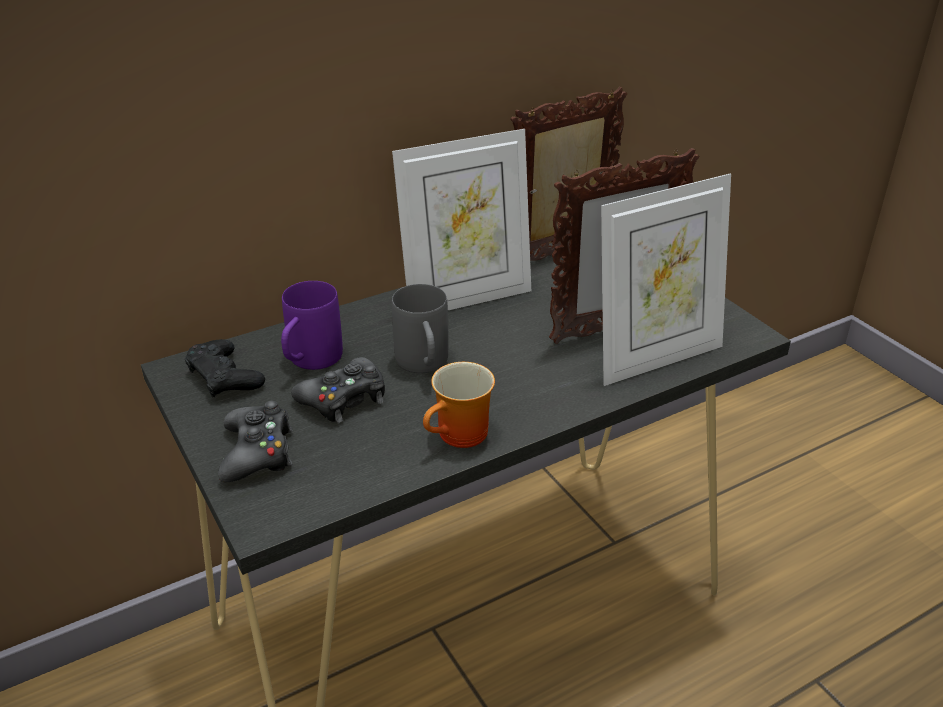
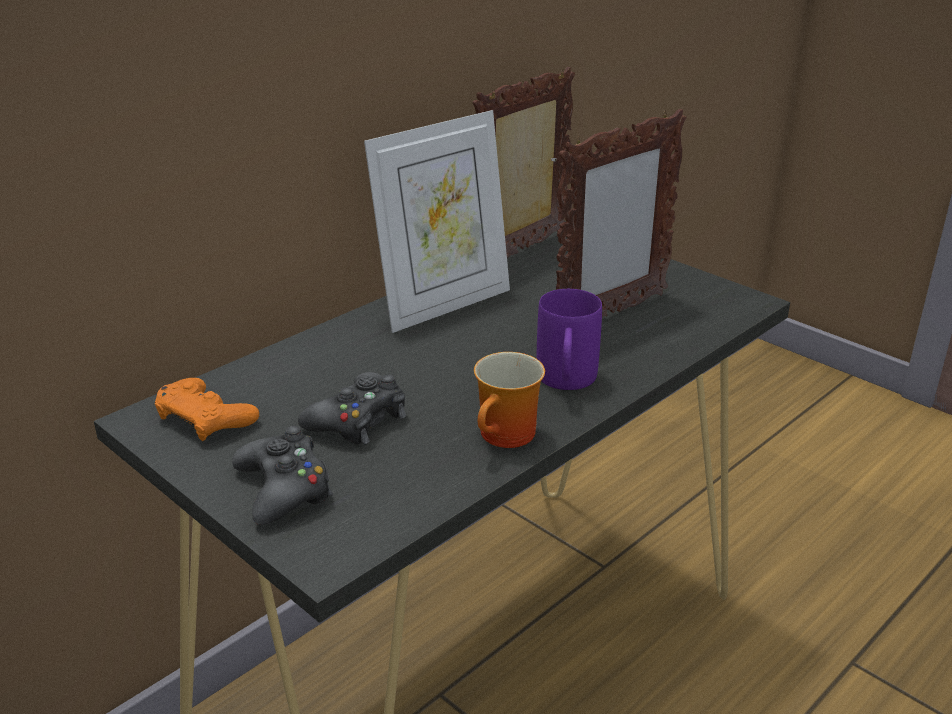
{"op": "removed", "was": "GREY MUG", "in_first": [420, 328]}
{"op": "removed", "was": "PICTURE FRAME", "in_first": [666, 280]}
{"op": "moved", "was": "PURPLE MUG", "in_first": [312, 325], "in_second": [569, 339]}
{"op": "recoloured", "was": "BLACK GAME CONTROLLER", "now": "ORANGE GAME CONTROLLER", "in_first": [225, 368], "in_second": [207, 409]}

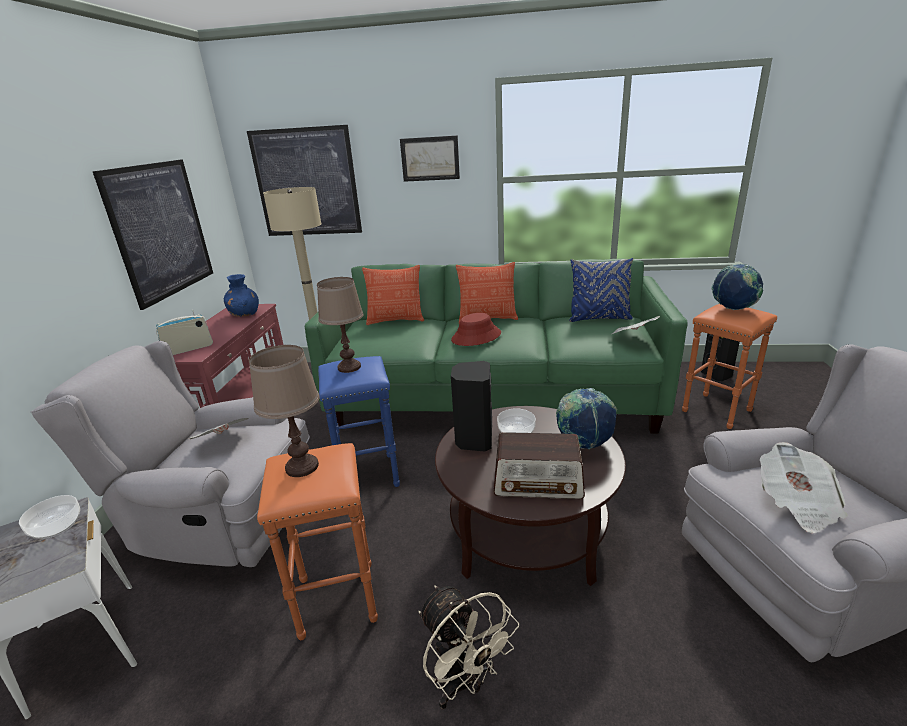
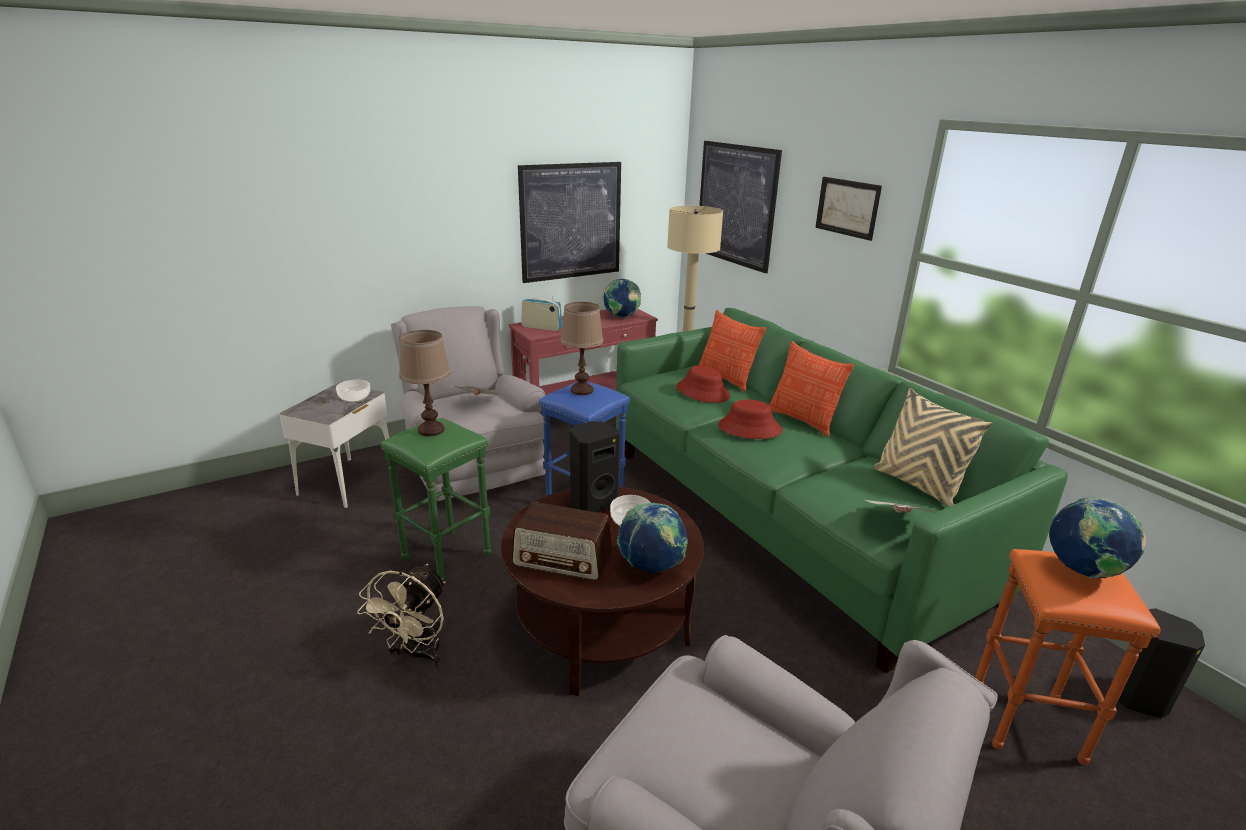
{"op": "removed", "was": "NEWSPAPER", "in_first": [804, 488]}
{"op": "added", "now": "RED HAT", "in_second": [703, 384]}
{"op": "replaced", "was": "BLUE VASE", "now": "GLOBE", "in_first": [241, 295], "in_second": [622, 298]}
{"op": "recoloured", "was": "ORANGE STOOL", "now": "GREEN STOOL", "in_first": [317, 541], "in_second": [436, 500]}
{"op": "recoloured", "was": "BLUE PILLOW", "now": "BEIGE PILLOW", "in_first": [601, 290], "in_second": [932, 447]}
{"op": "turned", "was": "RADIO", "in_first": [539, 465], "in_second": [562, 541], "clockwise": -45}

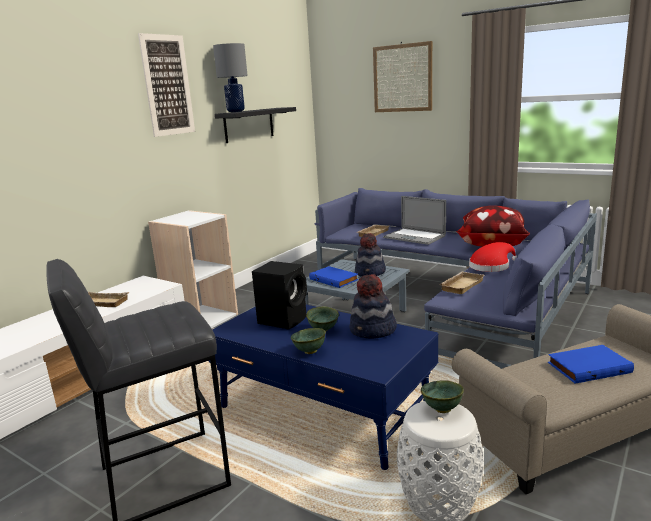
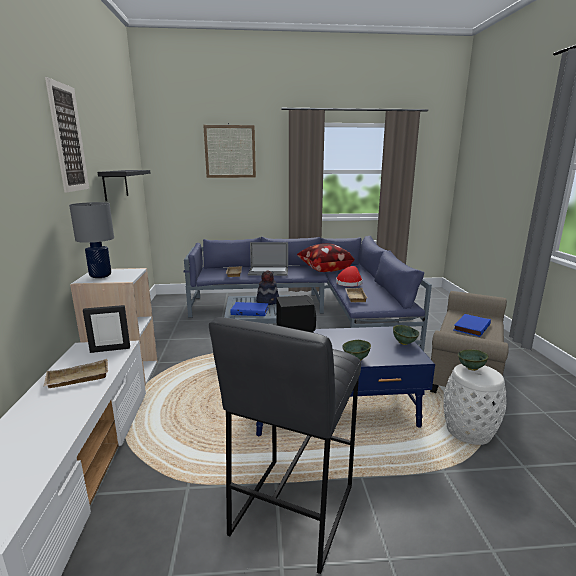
{"op": "removed", "was": "HAT", "in_first": [373, 306]}
{"op": "added", "now": "PICTURE FRAME", "in_second": [106, 329]}
{"op": "moved", "was": "GREY TABLE LAMP", "in_first": [230, 77], "in_second": [91, 240]}
{"op": "moved", "was": "GREEN BOWL", "in_first": [322, 318], "in_second": [406, 335]}

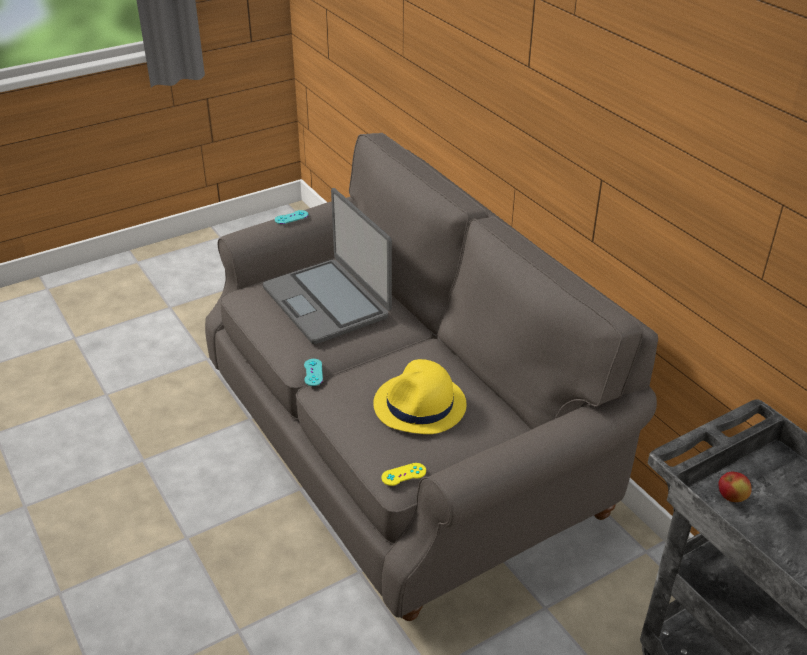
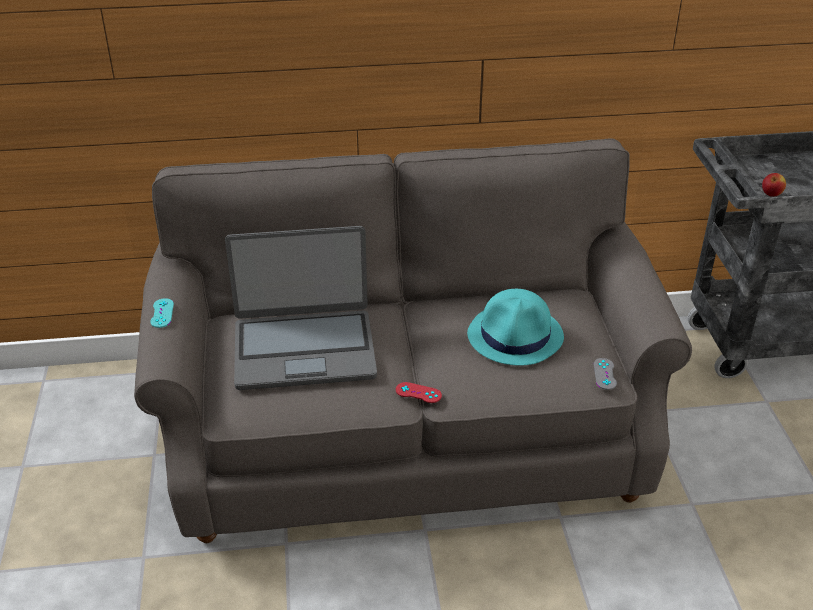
{"op": "recoloured", "was": "TURQUOISE GAME CONTROLLER", "now": "RED GAME CONTROLLER", "in_first": [313, 372], "in_second": [419, 392]}
{"op": "recoloured", "was": "YELLOW HAT", "now": "TURQUOISE HAT", "in_first": [420, 396], "in_second": [515, 327]}
{"op": "recoloured", "was": "YELLOW GAME CONTROLLER", "now": "GREY GAME CONTROLLER", "in_first": [403, 474], "in_second": [605, 374]}

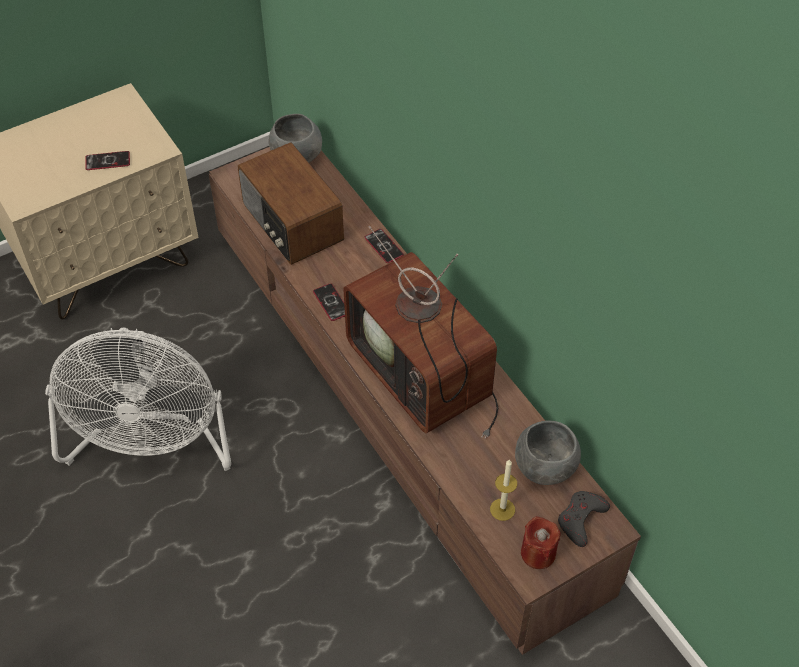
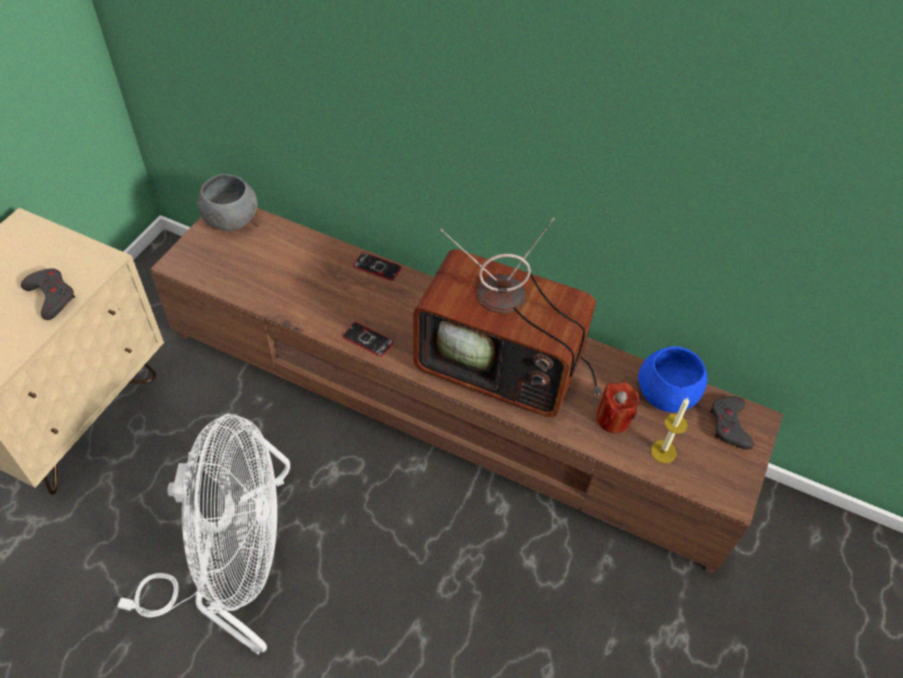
{"op": "removed", "was": "RADIO", "in_first": [291, 203]}
{"op": "moved", "was": "RED CANDLE", "in_first": [541, 542], "in_second": [617, 408]}
{"op": "replaced", "was": "PHONE", "now": "GREY GAME CONTROLLER", "in_first": [107, 160], "in_second": [48, 294]}
{"op": "recoloured", "was": "GREY BOWL", "now": "BLUE BOWL", "in_first": [548, 452], "in_second": [672, 379]}
{"op": "turned", "was": "WHITE FAN", "in_first": [138, 399], "in_second": [203, 534], "clockwise": -60}

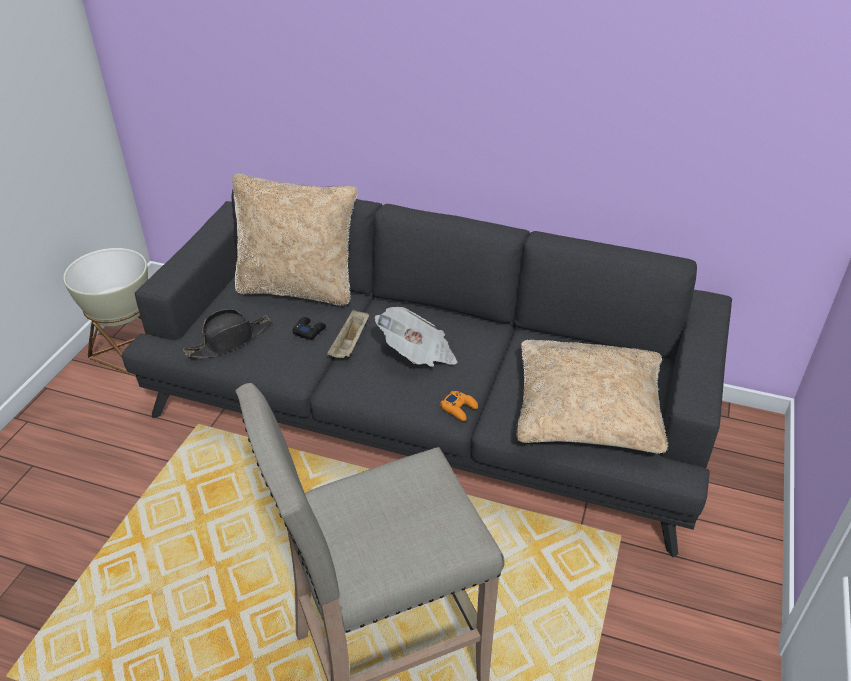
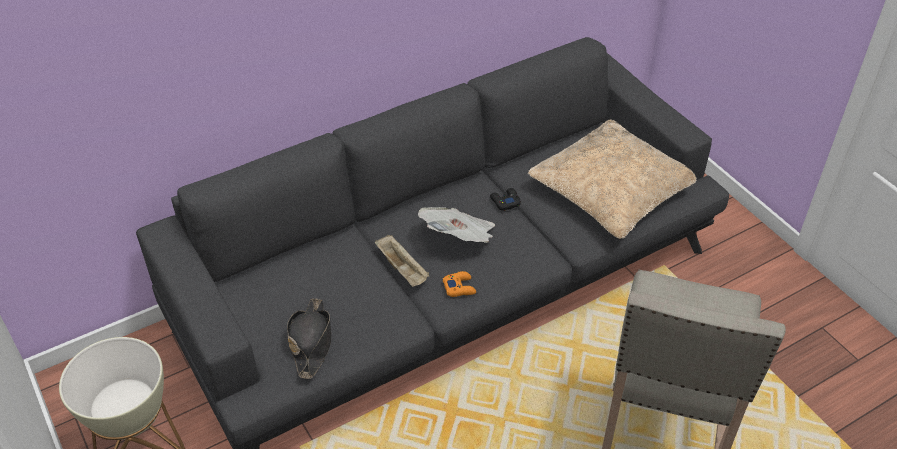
{"op": "removed", "was": "BEIGE PILLOW", "in_first": [295, 239]}
{"op": "moved", "was": "BLACK GAME CONTROLLER", "in_first": [309, 328], "in_second": [505, 199]}
{"op": "moved", "was": "ORANGE GAME CONTROLLER", "in_first": [459, 406], "in_second": [459, 284]}

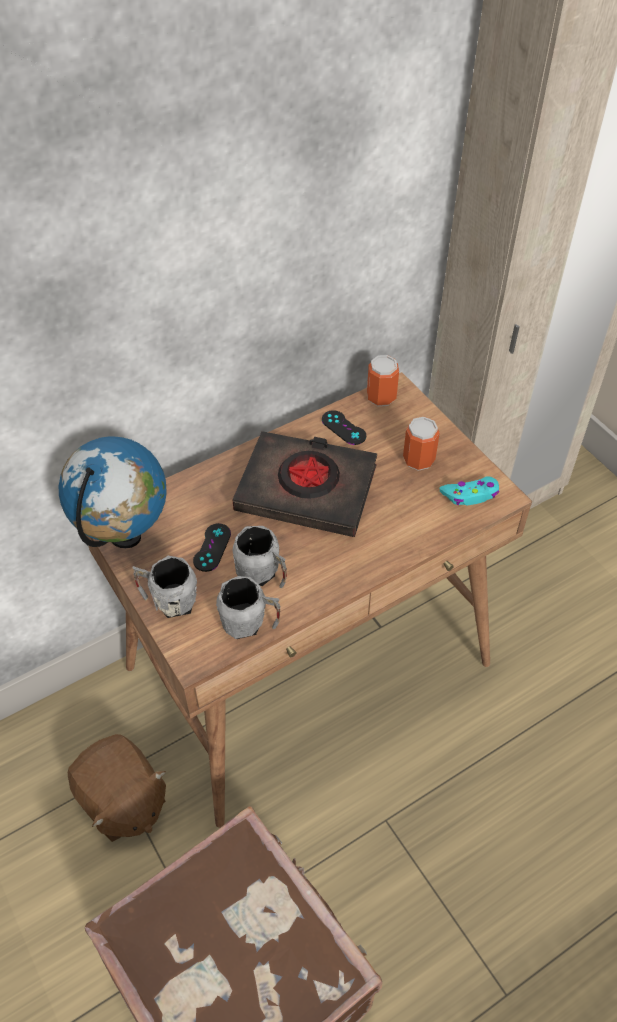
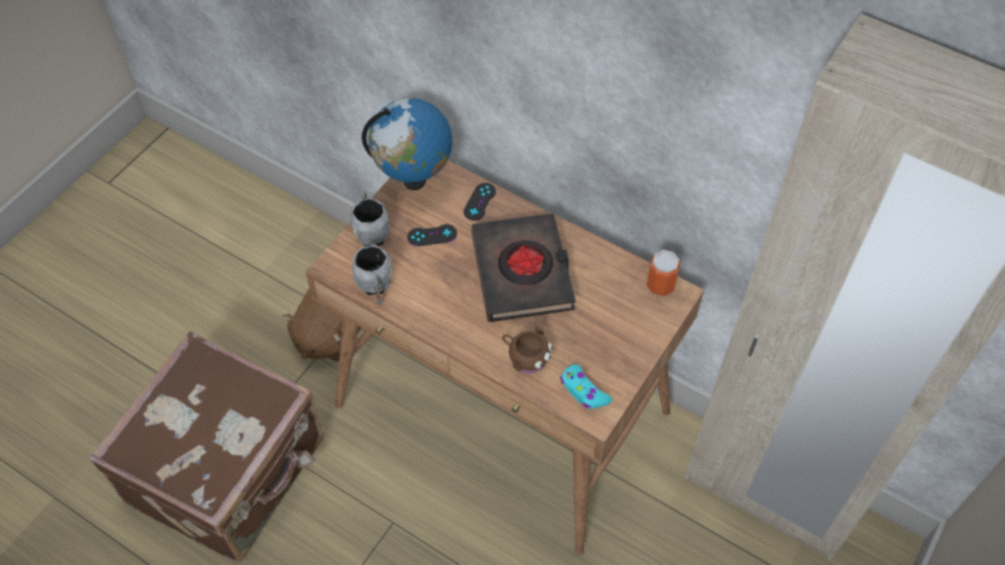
{"op": "removed", "was": "GREY MUG", "in_first": [260, 557]}
{"op": "removed", "was": "CAN", "in_first": [421, 444]}
{"op": "added", "now": "BROWN MUG", "in_second": [527, 350]}
{"op": "moved", "was": "BLACK GAME CONTROLLER", "in_first": [344, 427], "in_second": [480, 202]}

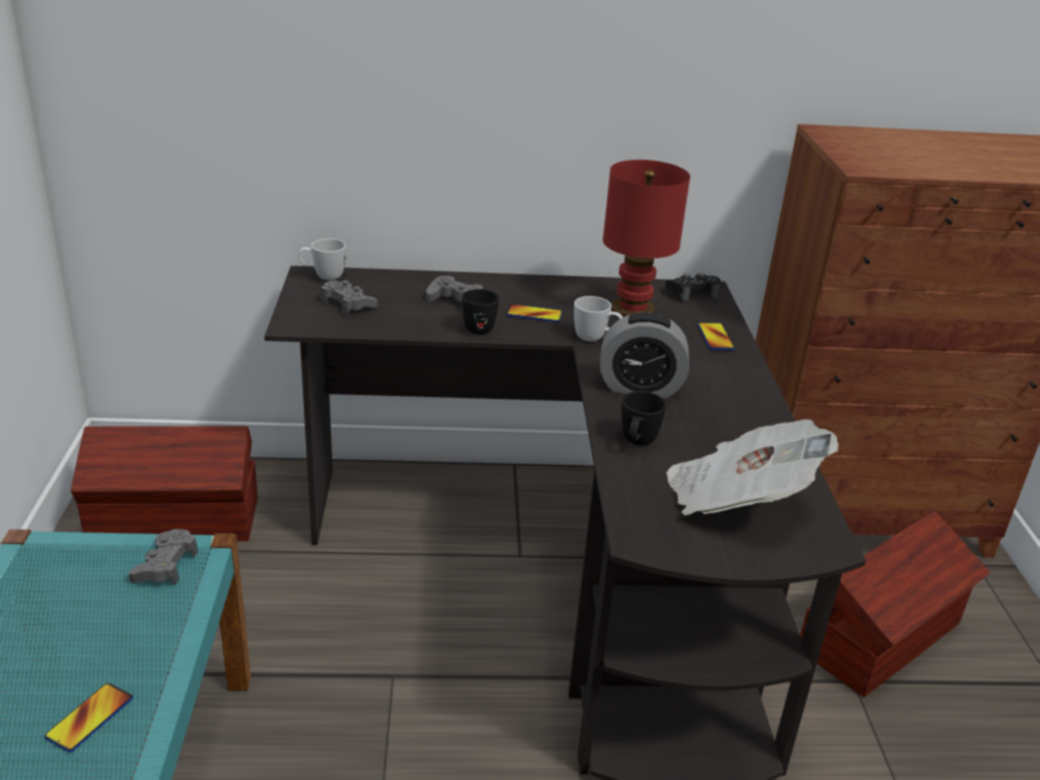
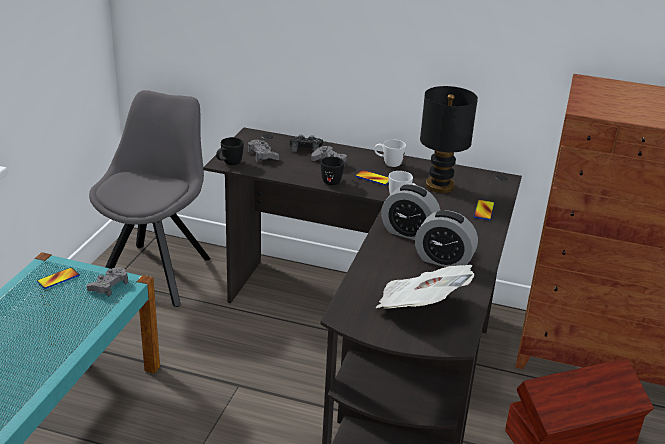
{"op": "added", "now": "ALARM CLOCK", "in_second": [446, 238]}
{"op": "moved", "was": "PHONE", "in_first": [88, 717], "in_second": [58, 278]}
{"op": "moved", "was": "WHITE MUG", "in_first": [322, 259], "in_second": [390, 153]}
{"op": "moved", "was": "BLACK MUG", "in_first": [644, 418], "in_second": [230, 151]}
{"op": "moved", "was": "BLACK GAME CONTROLLER", "in_first": [693, 286], "in_second": [306, 143]}
{"op": "replaced", "was": "BROWN STORAGE BOX", "now": "GREY CHAIR", "in_first": [164, 483], "in_second": [150, 198]}
{"op": "recoloured", "was": "RED TABLE LAMP", "now": "BLACK TABLE LAMP", "in_first": [646, 239], "in_second": [449, 139]}

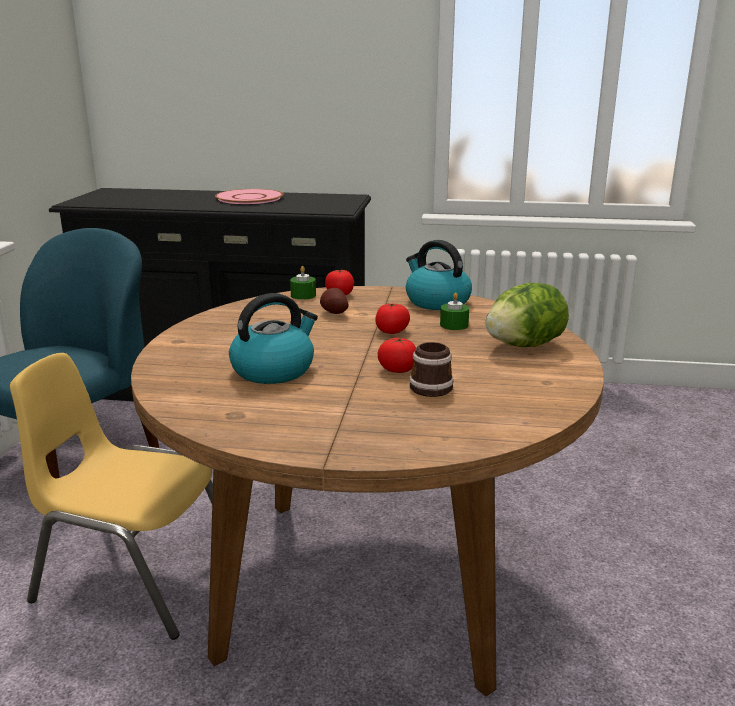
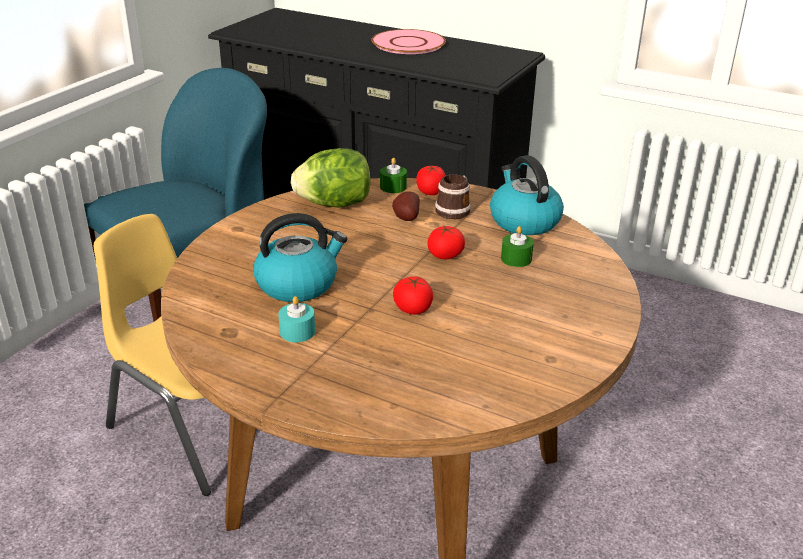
{"op": "added", "now": "TURQUOISE CANDLE", "in_second": [296, 319]}
{"op": "moved", "was": "MUG", "in_first": [431, 369], "in_second": [453, 196]}
{"op": "moved", "was": "LETTUCE", "in_first": [527, 315], "in_second": [331, 177]}

